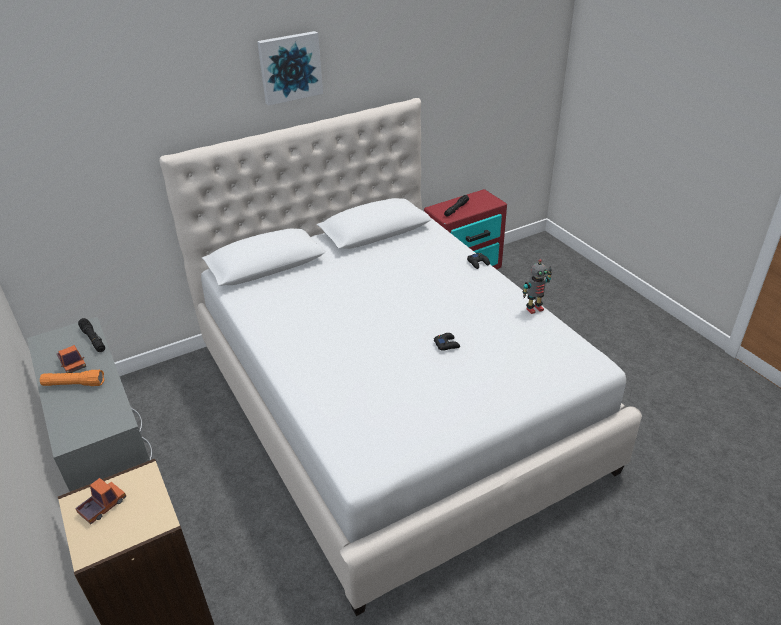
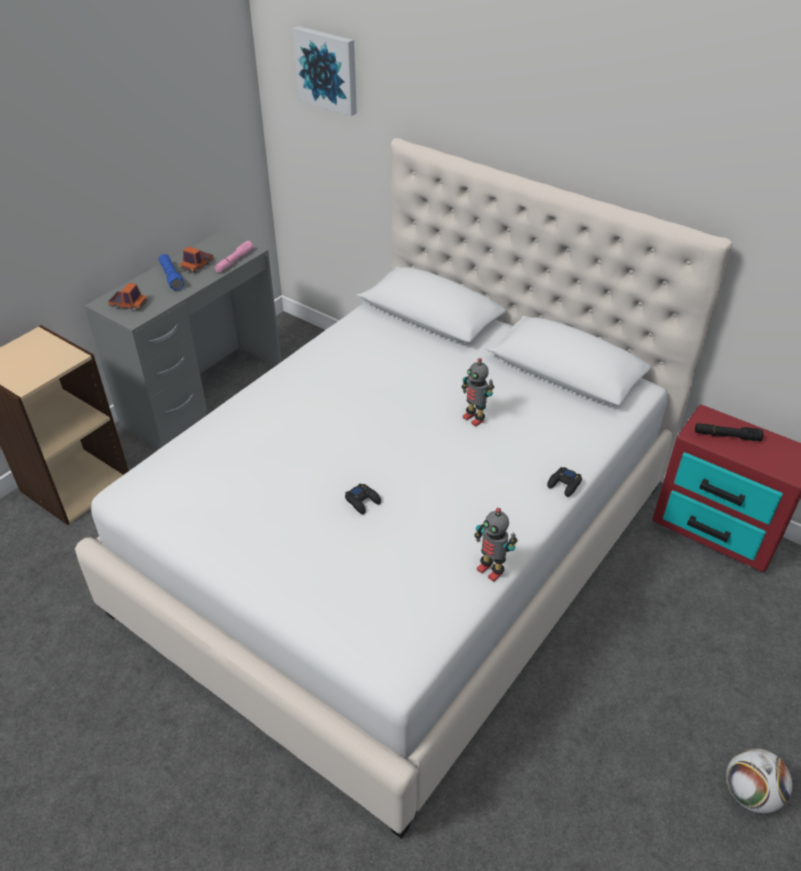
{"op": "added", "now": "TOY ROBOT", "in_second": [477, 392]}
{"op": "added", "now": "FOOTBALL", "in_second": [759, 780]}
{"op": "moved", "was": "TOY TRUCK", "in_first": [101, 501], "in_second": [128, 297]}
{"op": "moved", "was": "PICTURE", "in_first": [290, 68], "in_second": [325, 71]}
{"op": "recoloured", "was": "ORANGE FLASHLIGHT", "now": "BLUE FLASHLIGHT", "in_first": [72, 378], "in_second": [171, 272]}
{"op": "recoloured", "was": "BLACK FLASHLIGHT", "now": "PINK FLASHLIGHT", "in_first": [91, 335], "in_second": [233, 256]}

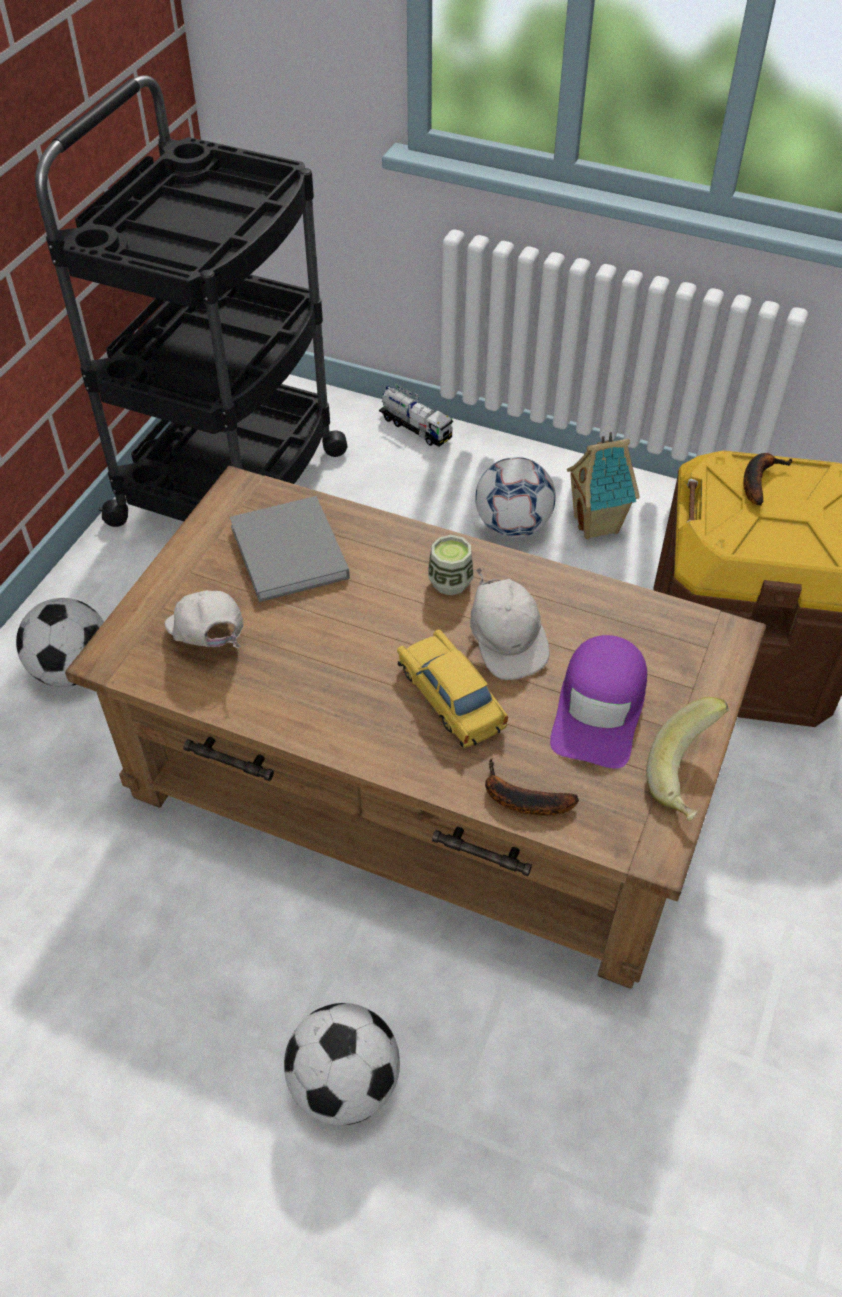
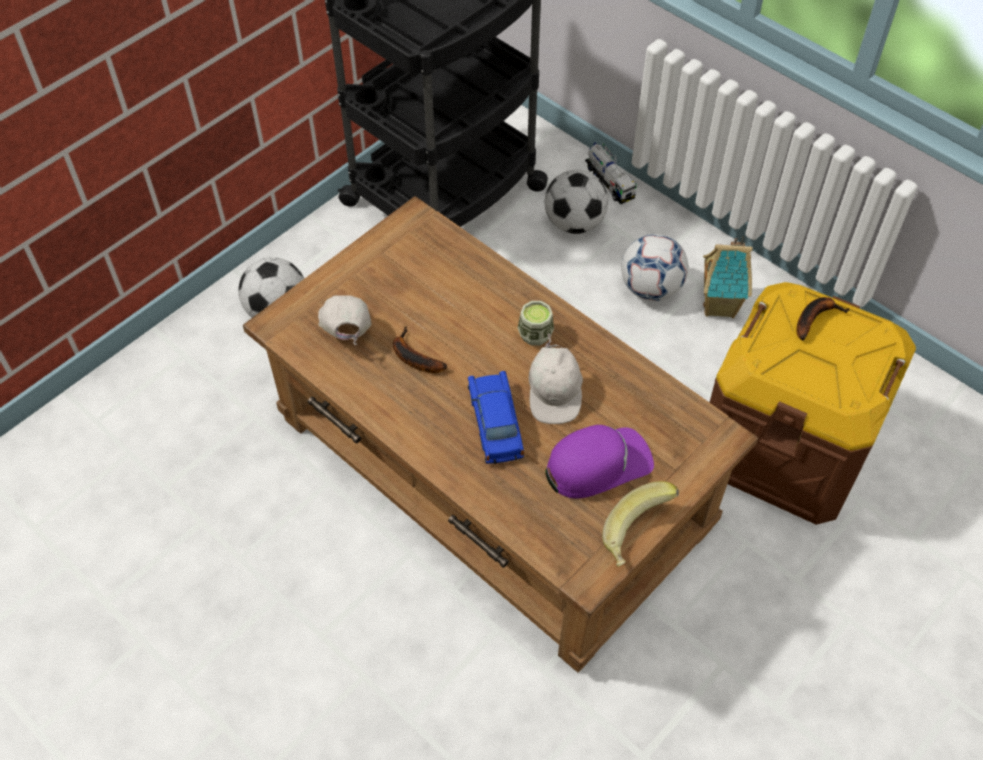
{"op": "removed", "was": "GREY BOOK", "in_first": [289, 549]}
{"op": "moved", "was": "FOOTBALL", "in_first": [342, 1064], "in_second": [576, 201]}
{"op": "moved", "was": "BANANA", "in_first": [532, 786], "in_second": [420, 349]}
{"op": "recoloured", "was": "YELLOW TOY CAR", "now": "BLUE TOY CAR", "in_first": [452, 688], "in_second": [495, 417]}
{"op": "turned", "was": "PURPLE CAP", "in_first": [598, 702], "in_second": [599, 462], "clockwise": -150}

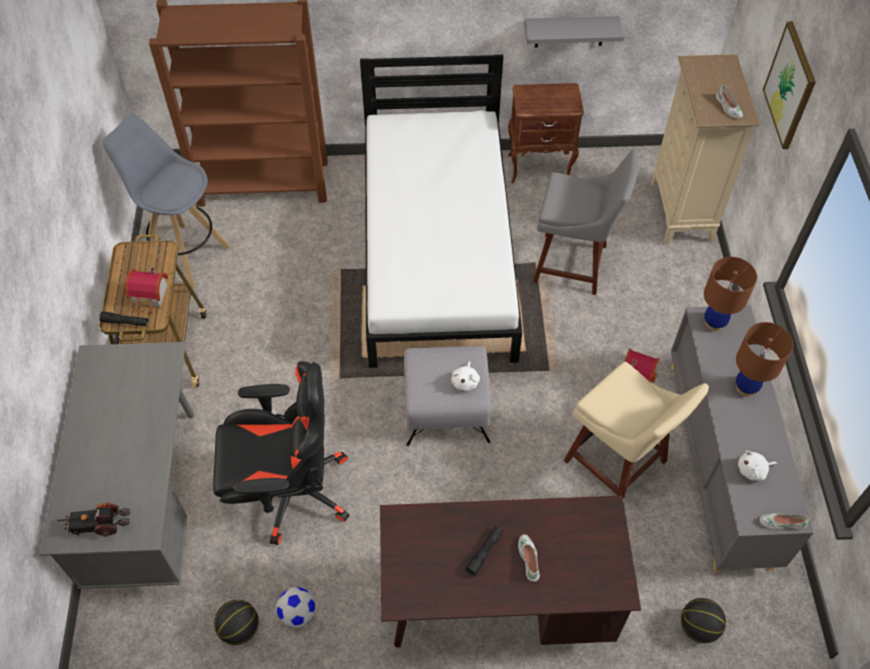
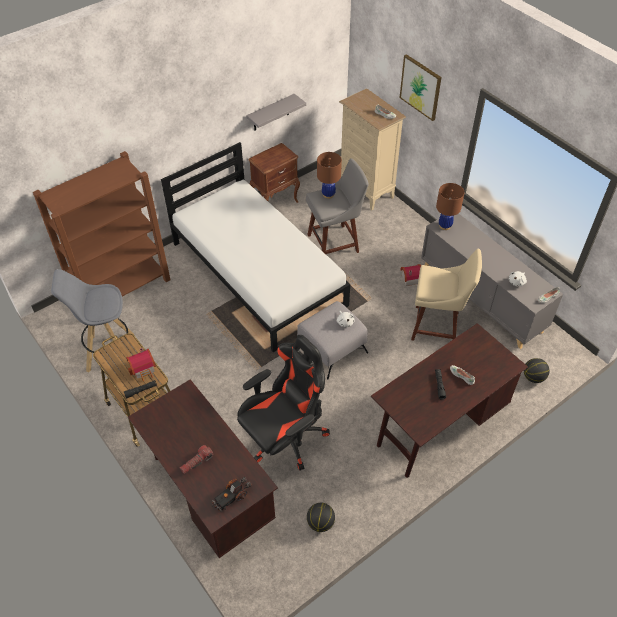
{"op": "removed", "was": "FOOTBALL", "in_first": [296, 607]}
{"op": "added", "now": "FLASHLIGHT", "in_second": [196, 459]}
{"op": "moved", "was": "BROWN TABLE LAMP", "in_first": [764, 359], "in_second": [329, 175]}
{"op": "recoloured", "was": "GREY DESK", "now": "BROWN DESK", "in_first": [116, 465], "in_second": [203, 468]}

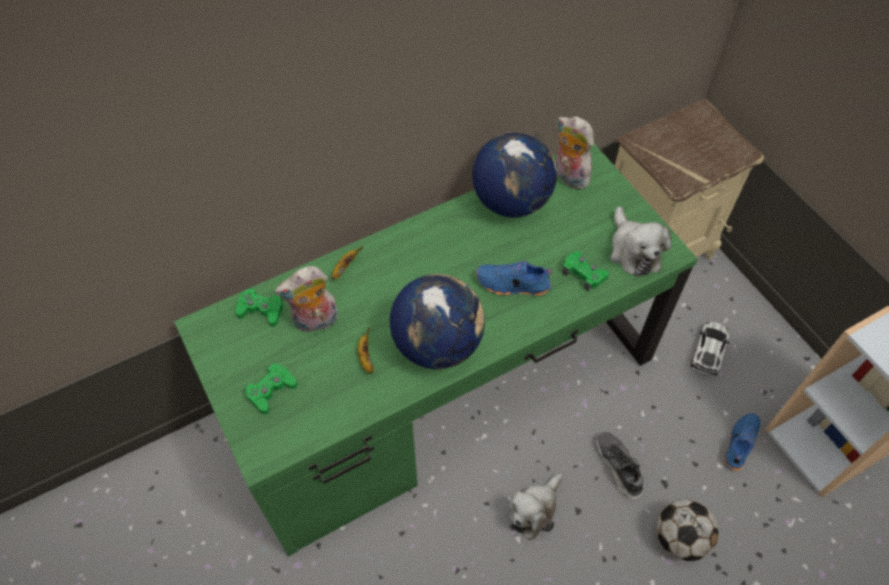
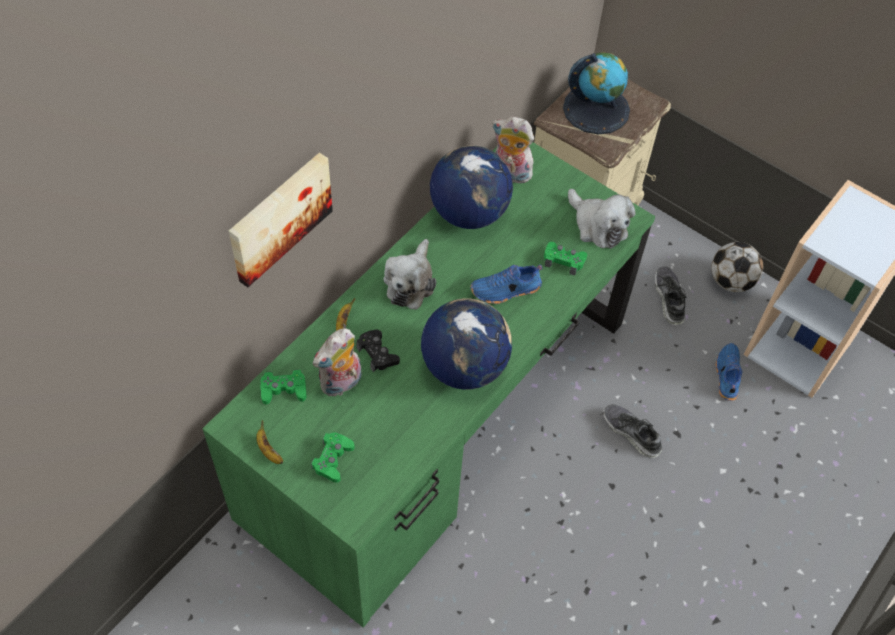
{"op": "added", "now": "PICTURE", "in_second": [281, 220]}
{"op": "added", "now": "BLACK GAME CONTROLLER", "in_second": [378, 351]}
{"op": "added", "now": "GLOBE", "in_second": [596, 93]}
{"op": "moved", "was": "BANANA", "in_first": [366, 350], "in_second": [269, 442]}
{"op": "moved", "was": "PLUSH TOY", "in_first": [536, 507], "in_second": [409, 274]}
{"op": "moved", "was": "FOOTBALL", "in_first": [688, 530], "in_second": [737, 267]}
{"op": "replaced", "was": "TOY CAR", "now": "SHOE", "in_first": [710, 349], "in_second": [671, 295]}

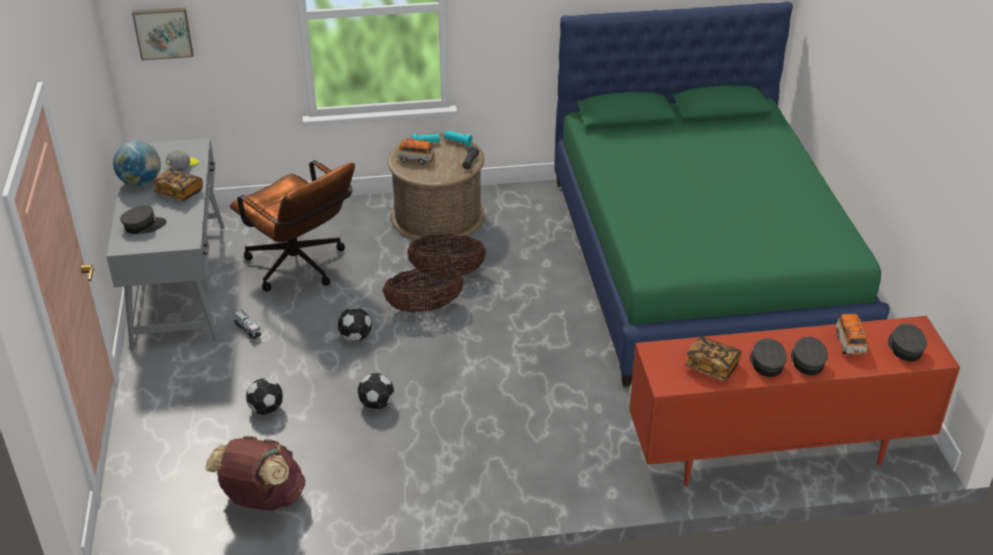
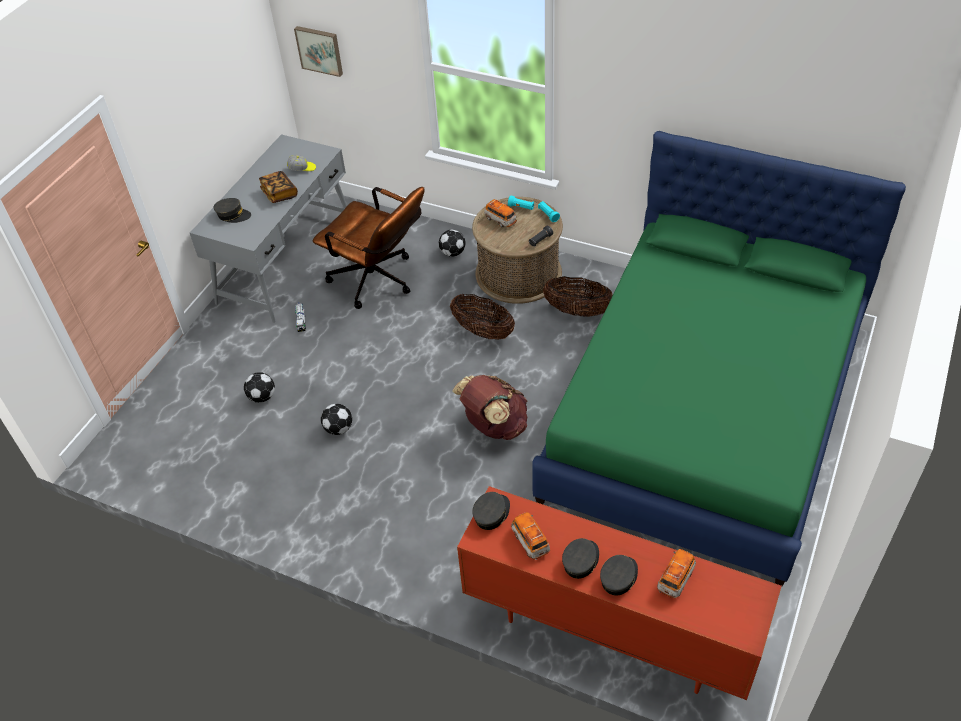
{"op": "removed", "was": "GLOBE", "in_first": [137, 164]}
{"op": "moved", "was": "BROWN BACKPACK", "in_first": [255, 473], "in_second": [490, 407]}
{"op": "moved", "was": "FOOTBALL", "in_first": [355, 324], "in_second": [452, 243]}
{"op": "moved", "was": "BASKET", "in_first": [423, 289], "in_second": [578, 296]}
{"op": "moved", "was": "GREY CAP", "in_first": [907, 342], "in_second": [491, 511]}
{"op": "replaced", "was": "BOOK", "now": "TOY CAR", "in_first": [713, 358], "in_second": [530, 536]}
{"op": "turned", "was": "BROWN OFFICE CHAIR", "in_first": [292, 226], "in_second": [368, 248], "clockwise": -45}

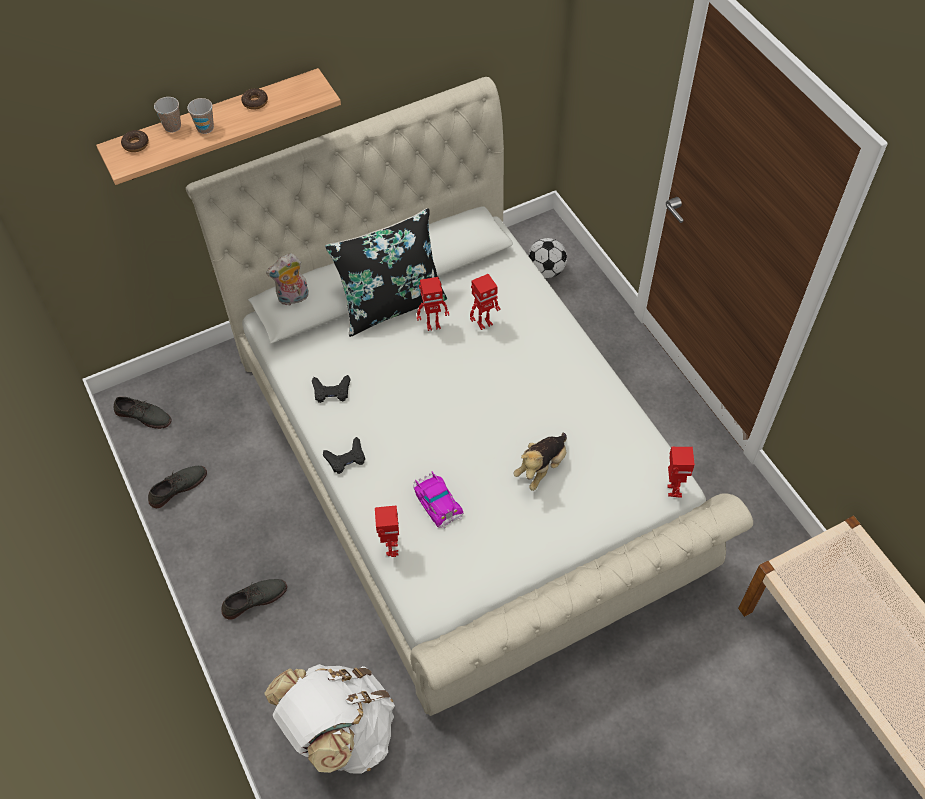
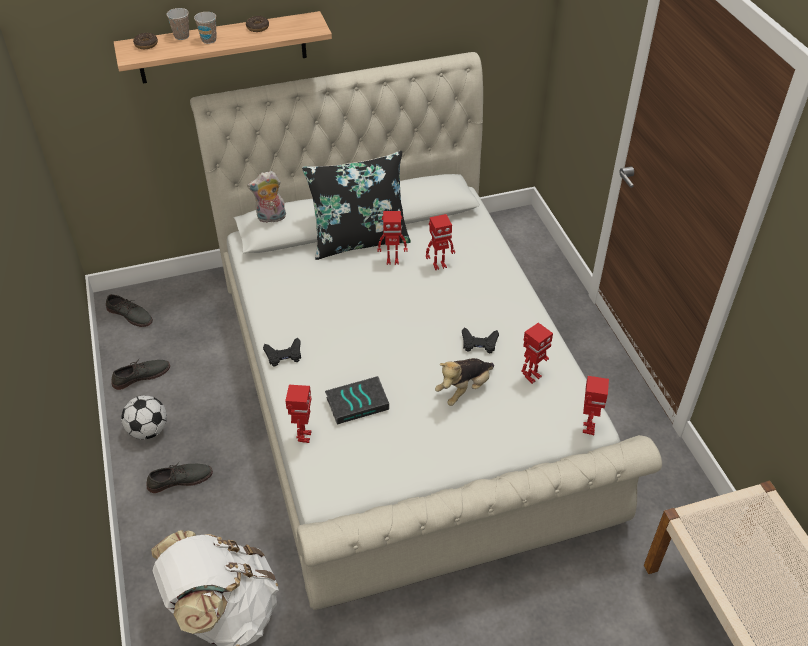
{"op": "added", "now": "TOY ROBOT", "in_second": [537, 353]}
{"op": "moved", "was": "BLACK GAME CONTROLLER", "in_first": [331, 389], "in_second": [480, 340]}
{"op": "moved", "was": "FOOTBALL", "in_first": [547, 258], "in_second": [144, 417]}
{"op": "replaced", "was": "TOY CAR", "now": "BOOK", "in_first": [438, 499], "in_second": [357, 400]}

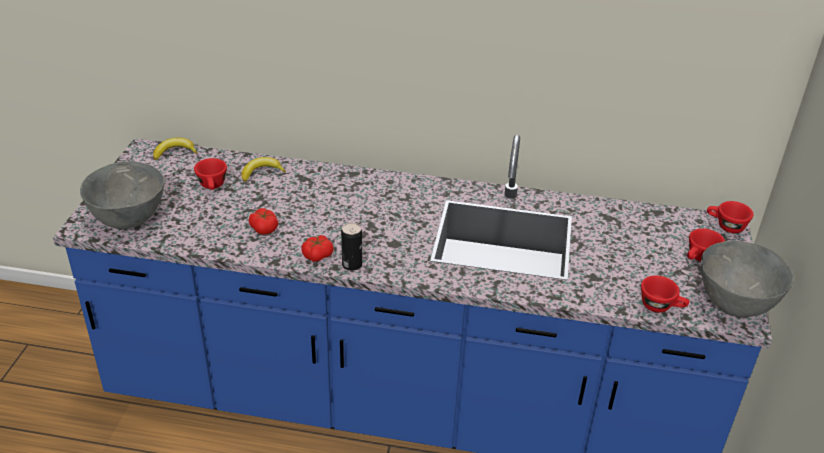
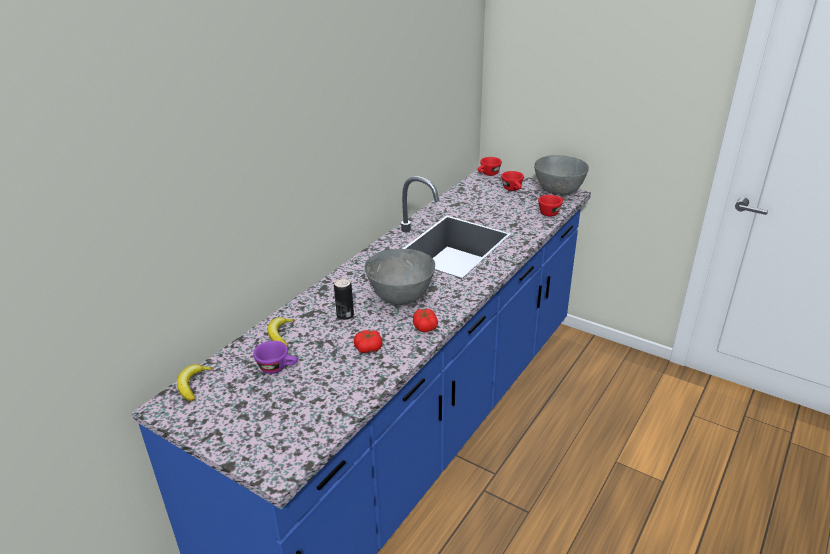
{"op": "moved", "was": "GREY BOWL", "in_first": [122, 195], "in_second": [400, 277]}
{"op": "moved", "was": "CAN", "in_first": [351, 246], "in_second": [344, 299]}
{"op": "recoloured", "was": "RED CUP", "now": "PURPLE CUP", "in_first": [210, 174], "in_second": [275, 357]}

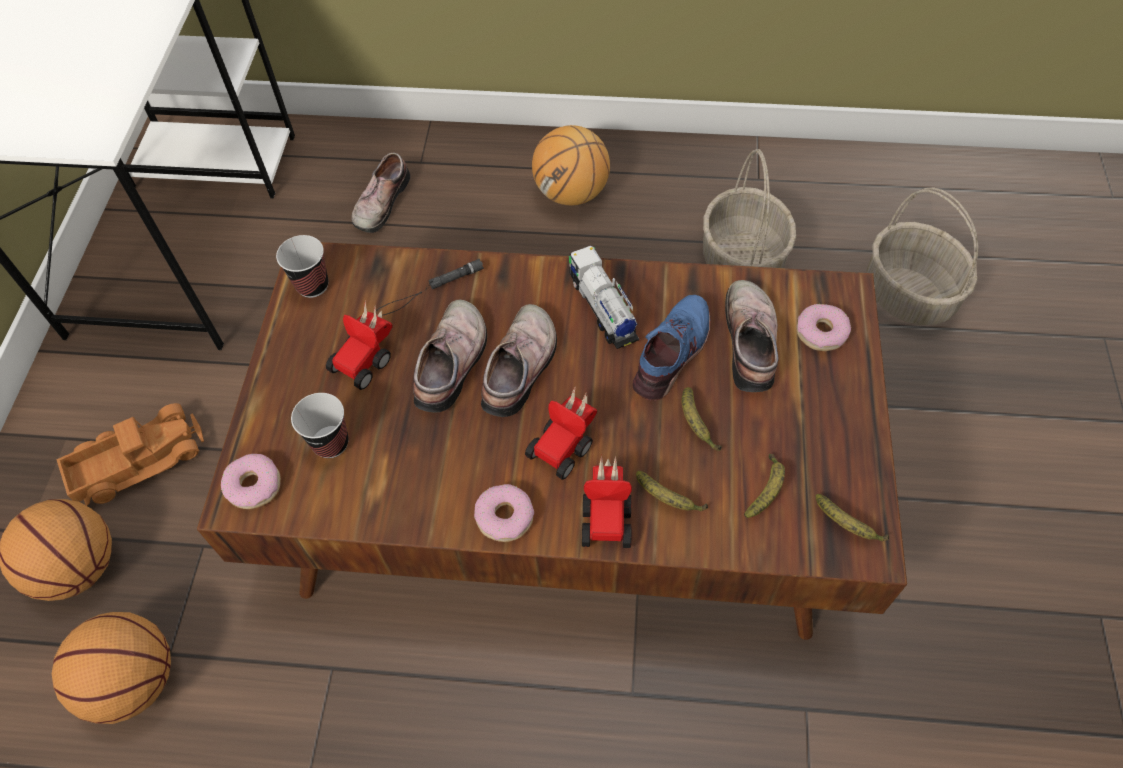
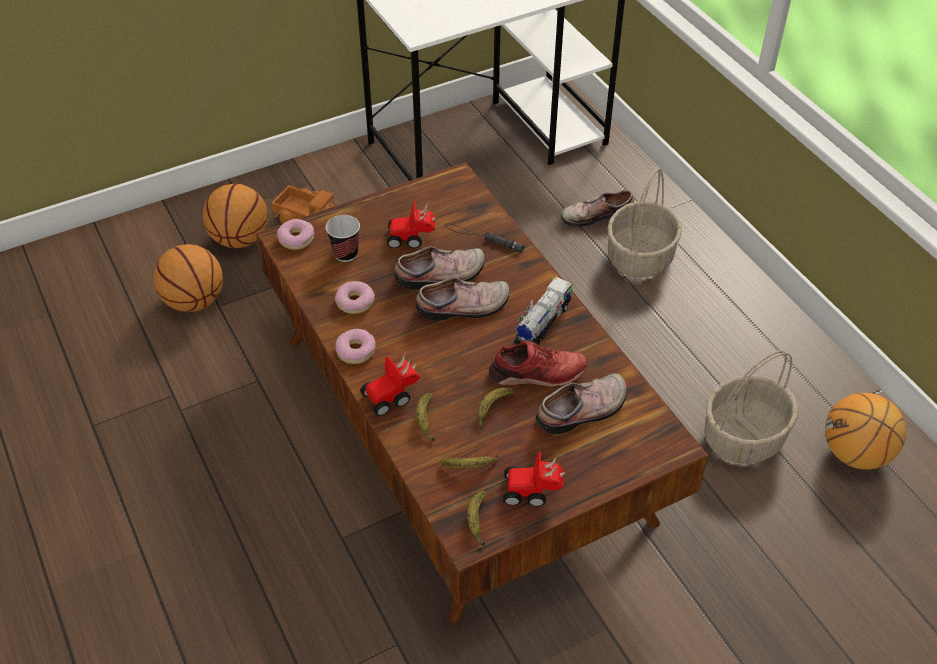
{"op": "removed", "was": "CUP", "in_first": [302, 266]}
{"op": "moved", "was": "TOY CAR", "in_first": [561, 432], "in_second": [534, 479]}
{"op": "moved", "was": "BASKETBALL", "in_first": [571, 165], "in_second": [865, 431]}
{"op": "moved", "was": "DONUT", "in_first": [824, 327], "in_second": [355, 297]}
{"op": "moved", "was": "BASKET", "in_first": [922, 256], "in_second": [645, 223]}
{"op": "recoloured", "was": "BLUE SHOE", "now": "RED SHOE", "in_first": [671, 348], "in_second": [538, 364]}

